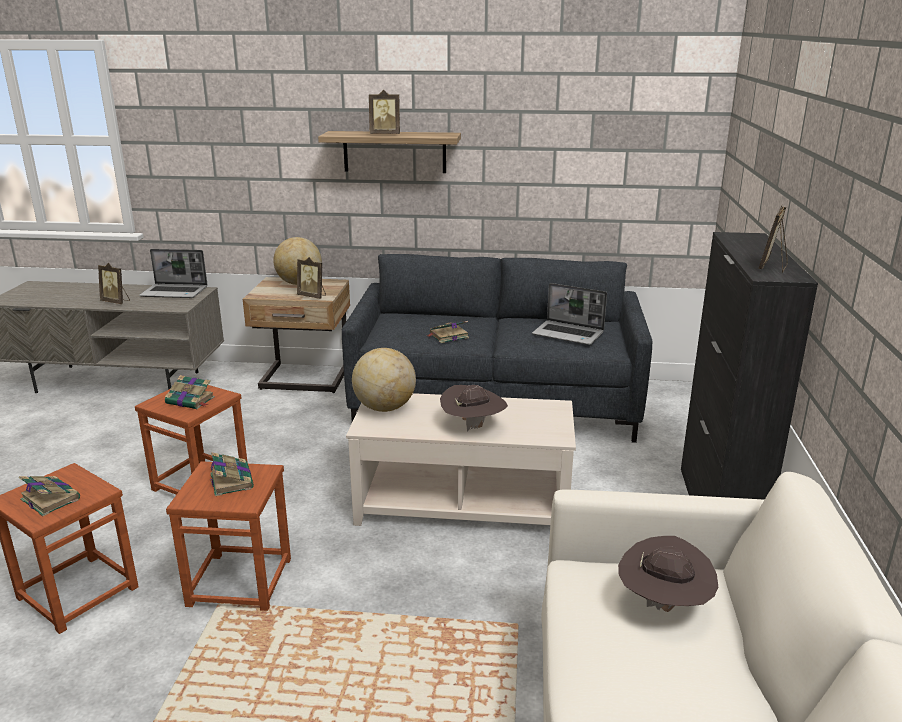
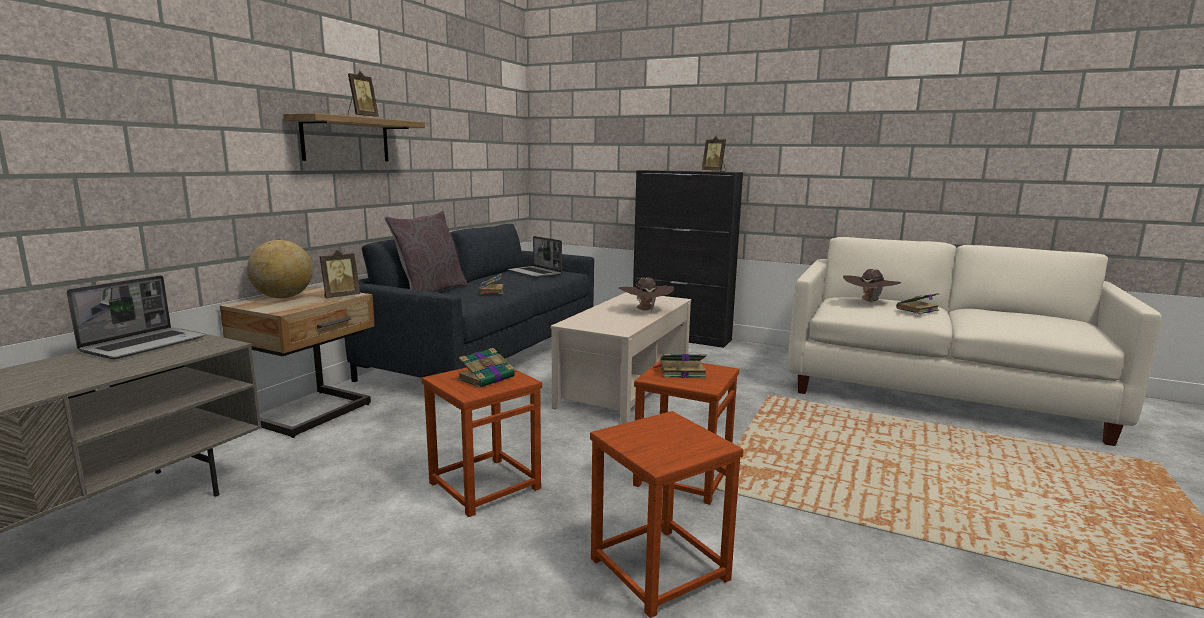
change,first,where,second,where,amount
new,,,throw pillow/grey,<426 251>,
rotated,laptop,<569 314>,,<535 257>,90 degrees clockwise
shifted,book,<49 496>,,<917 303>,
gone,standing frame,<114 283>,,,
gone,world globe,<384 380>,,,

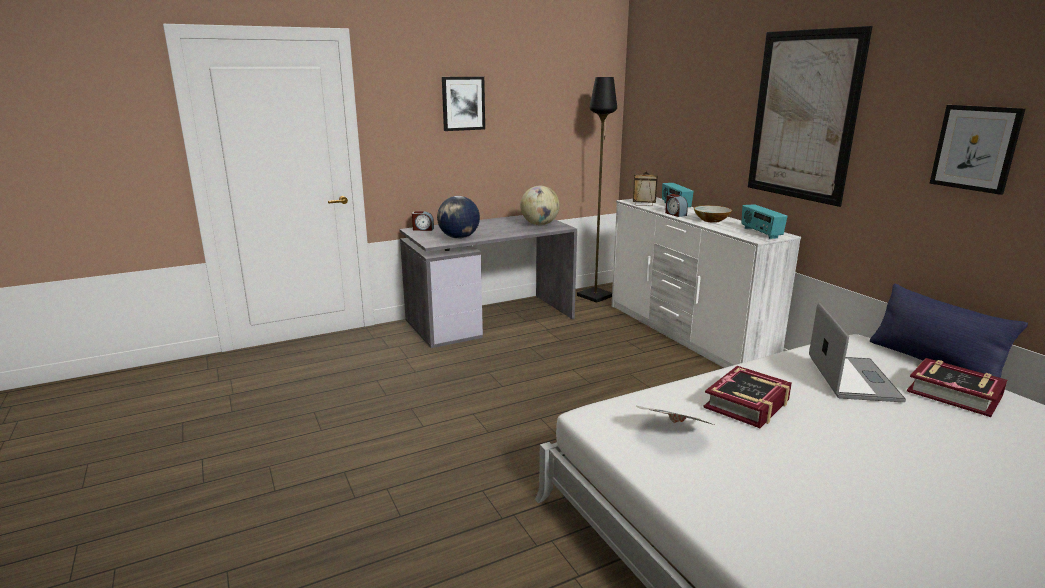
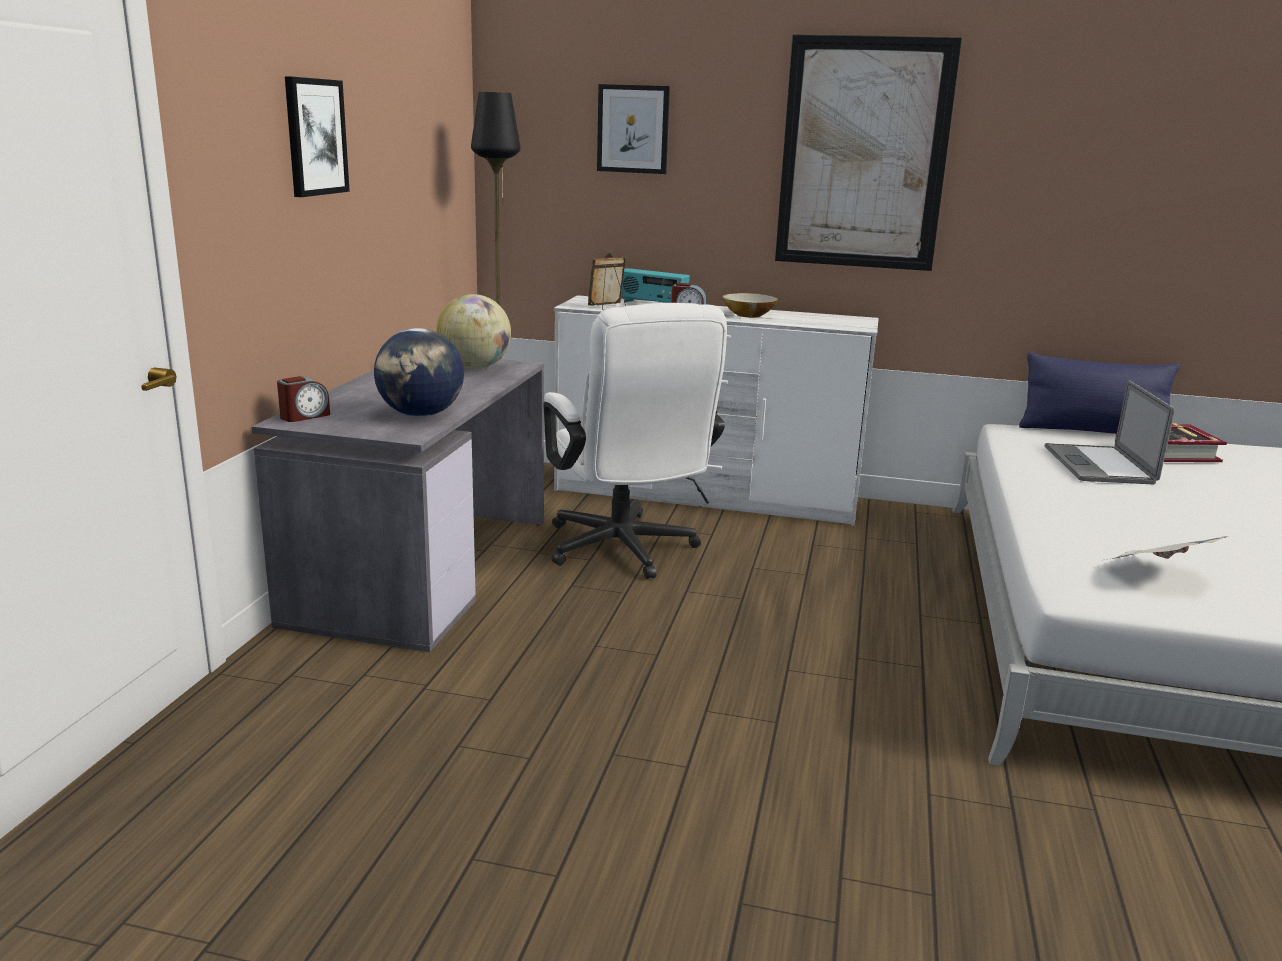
change,first,where,second,where,amount
new,,,desk chair/white-coloured,<635 441>,
shifted,wall art,<977 150>,,<633 129>,
rotated,laptop,<857 352>,,<1110 432>,135 degrees counterclockwise
gone,book,<747 397>,,,
gone,radio set,<764 221>,,,

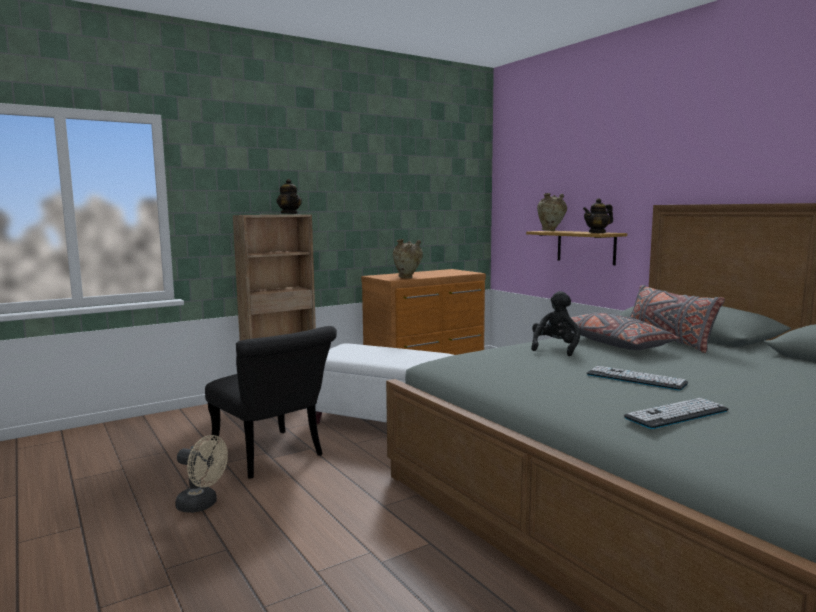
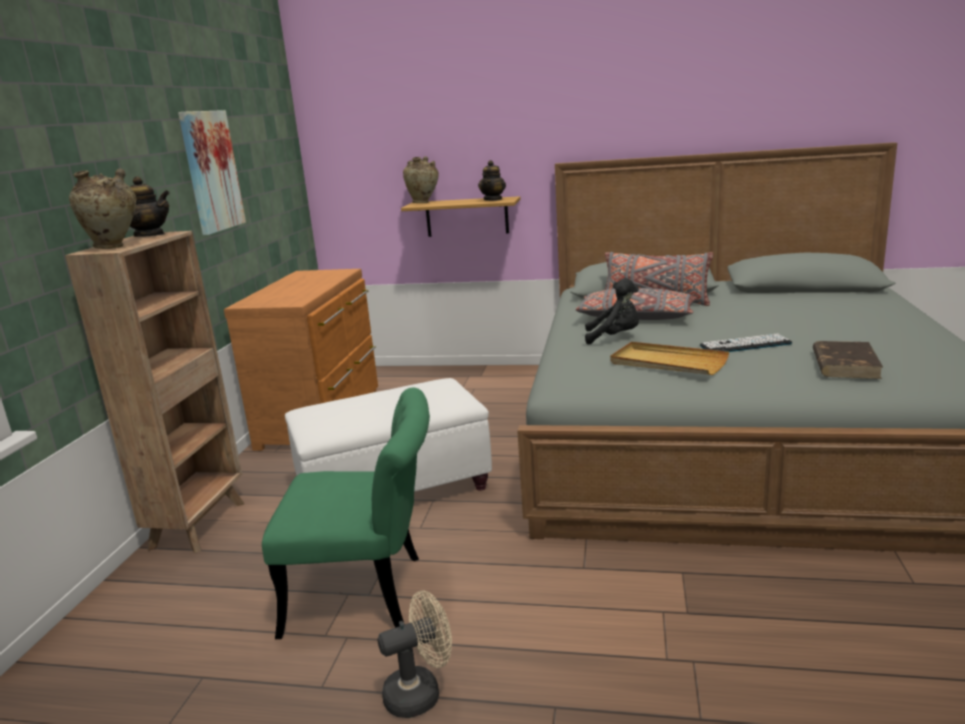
change,first,where,second,where,amount
shifted,vase/beige-coloured,<408 258>,,<103 208>,
new,,,wall art,<212 172>,
repainted,upright chair/blackish,<271 402>,upright chair/green,<346 513>,
rotated,plush toy/blackish,<556 323>,,<612 311>,120 degrees clockwise
new,,,serving tray/beige-coloured,<669 358>,
swapped,PC keyboard,<676 413>,book/brownish,<848 360>,

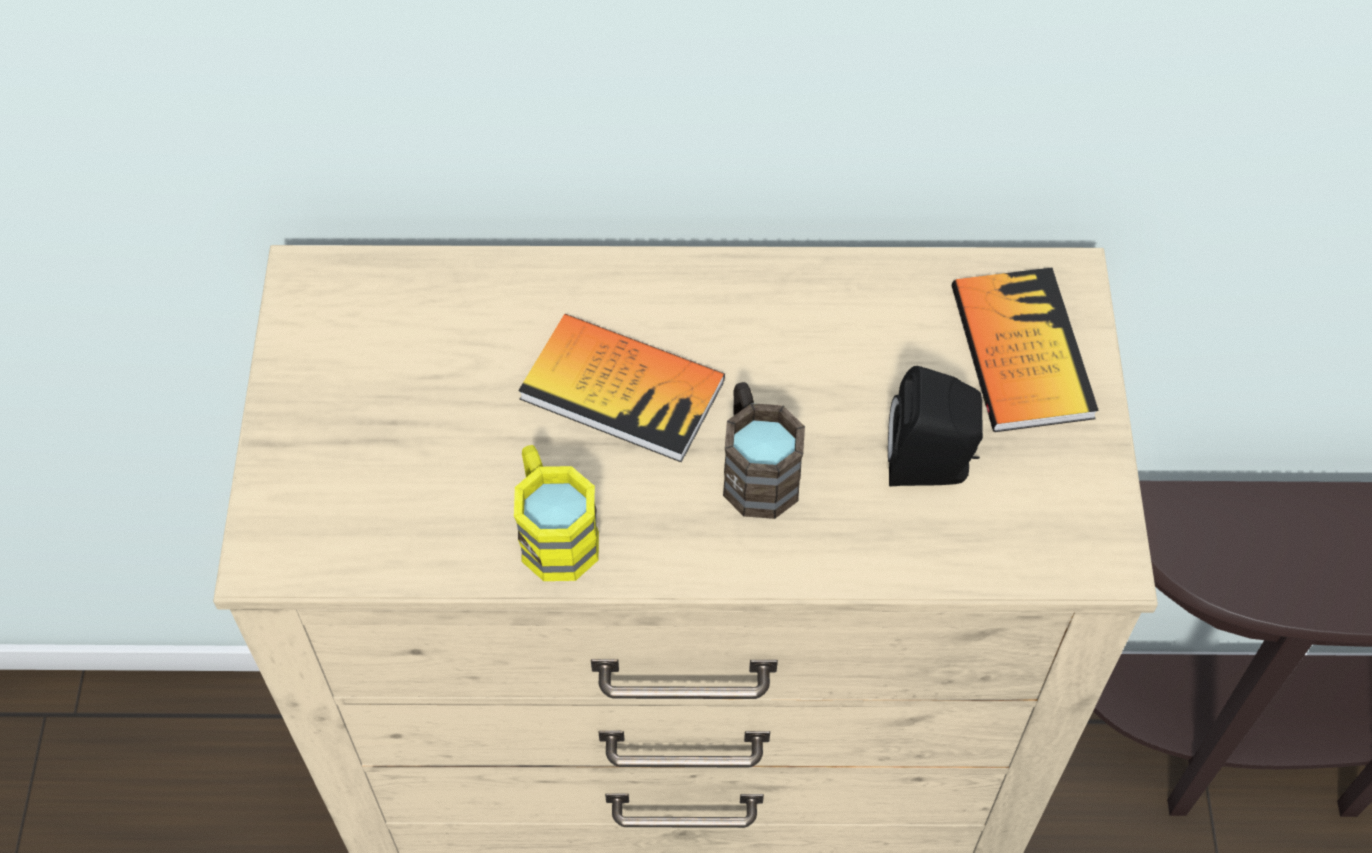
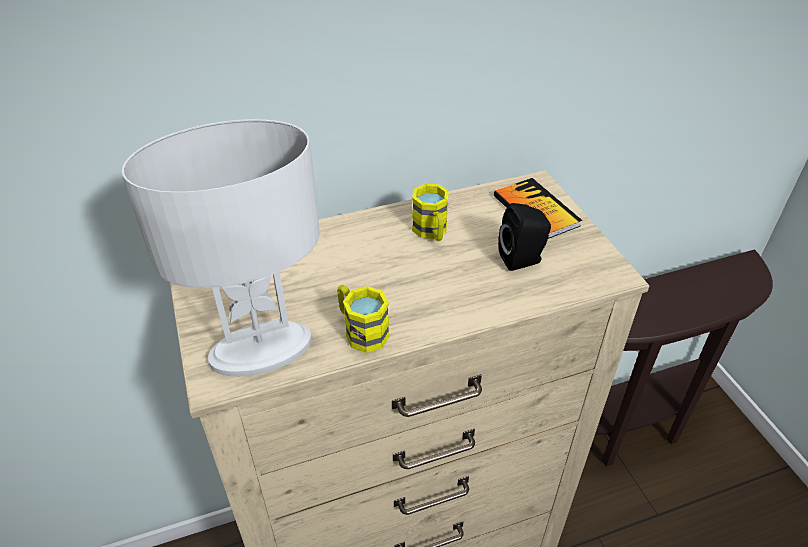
change,first,where,second,where,amount
new,,,lamp for a table/white-coloured,<220 248>,
new,,,mug/yellow-coloured,<430 212>,
gone,book,<621 388>,,,
gone,mug/brownish,<764 450>,,,

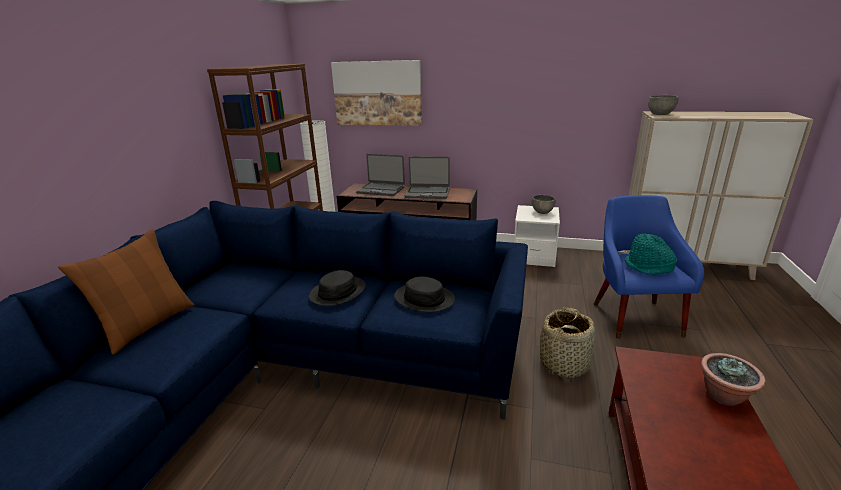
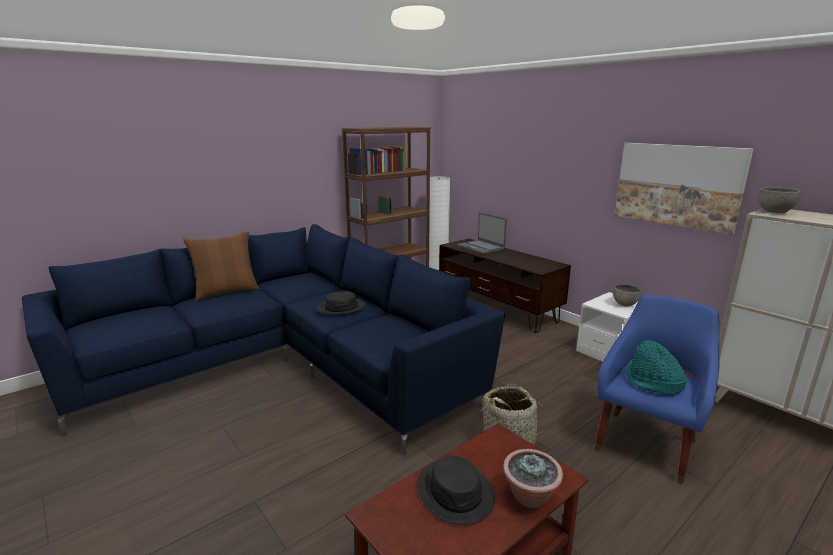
change,first,where,second,where,amount
shifted,hat/blackish,<424 294>,,<456 490>,
shifted,wall art,<376 93>,,<684 189>,
gone,laptop,<427 178>,,,

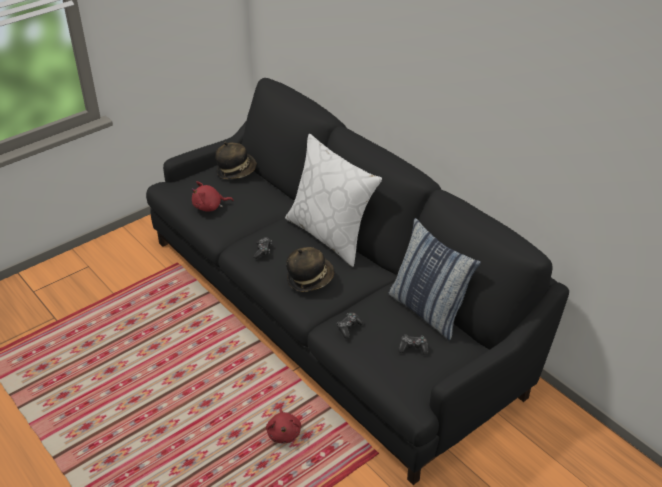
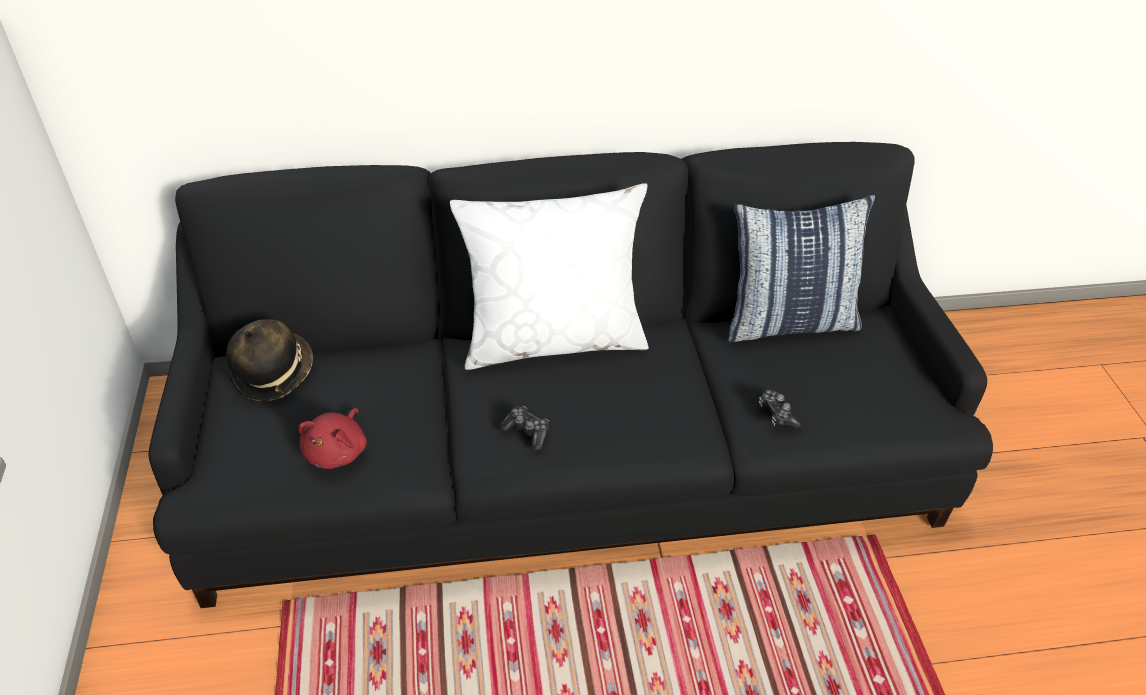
change,first,where,second,where,amount
gone,plush toy/reddish,<283 426>,,,
gone,hat,<310 269>,,,
gone,joypad,<413 345>,,,

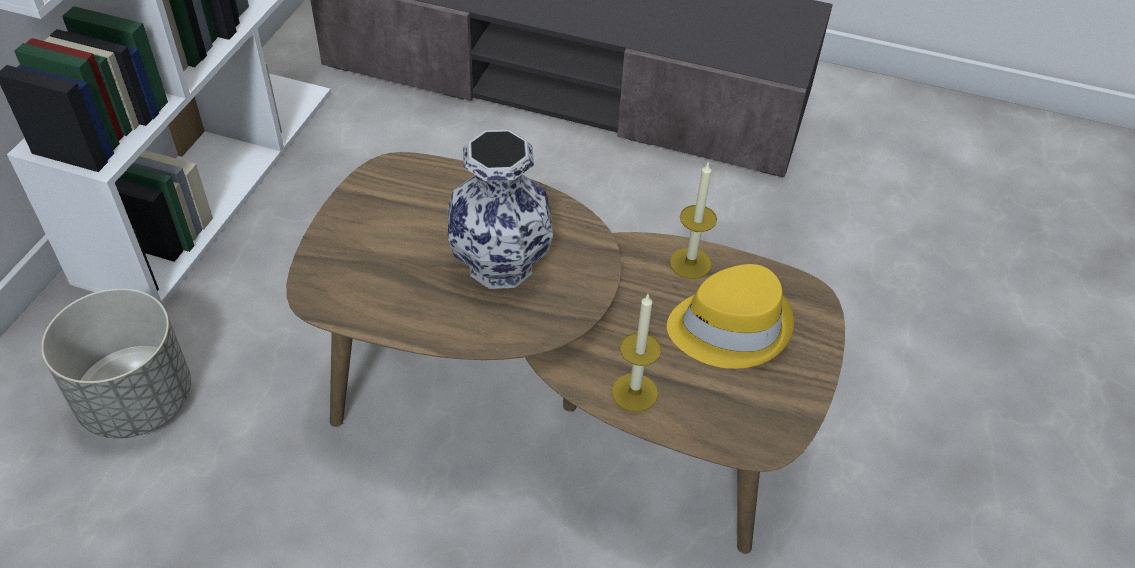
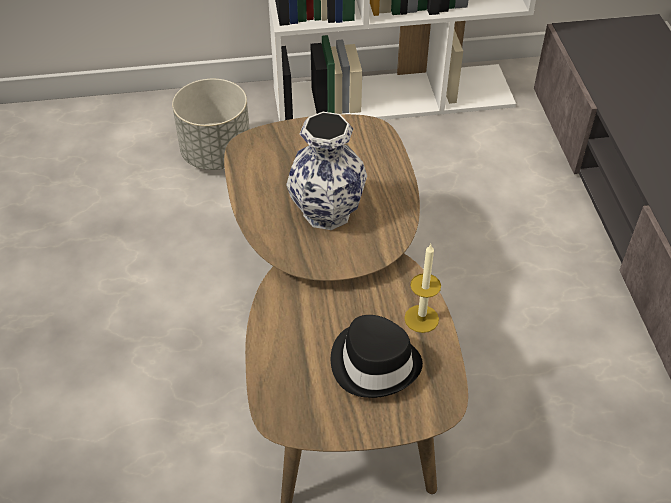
change,first,where,second,where,amount
repainted,hat/yellow-coloured,<730 316>,hat/blackish,<377 356>,
gone,candle,<636 353>,,,

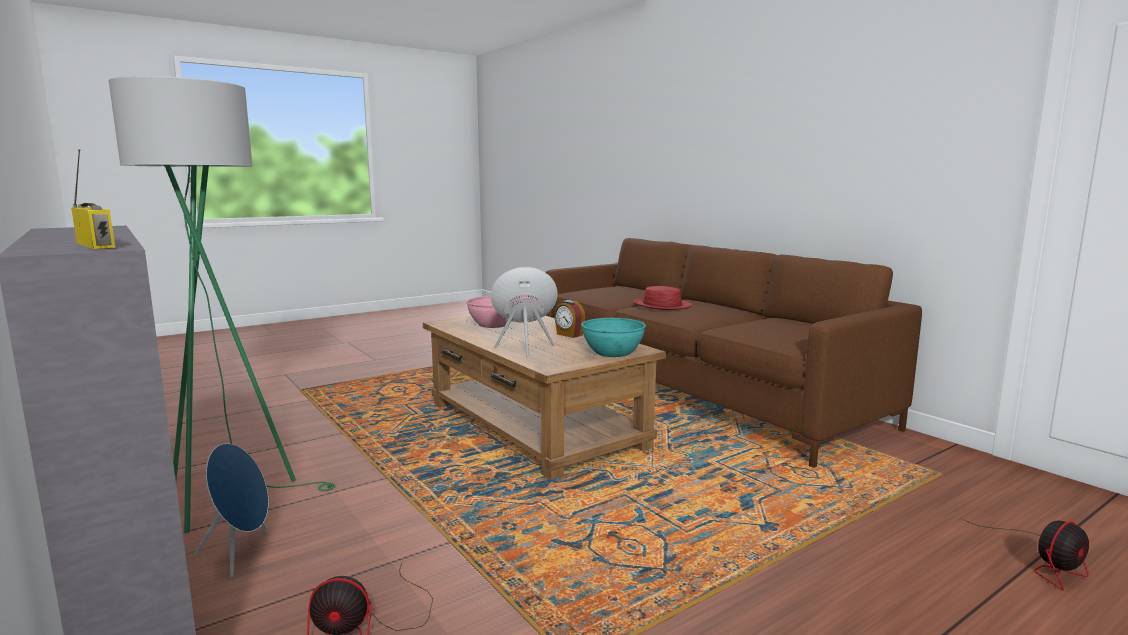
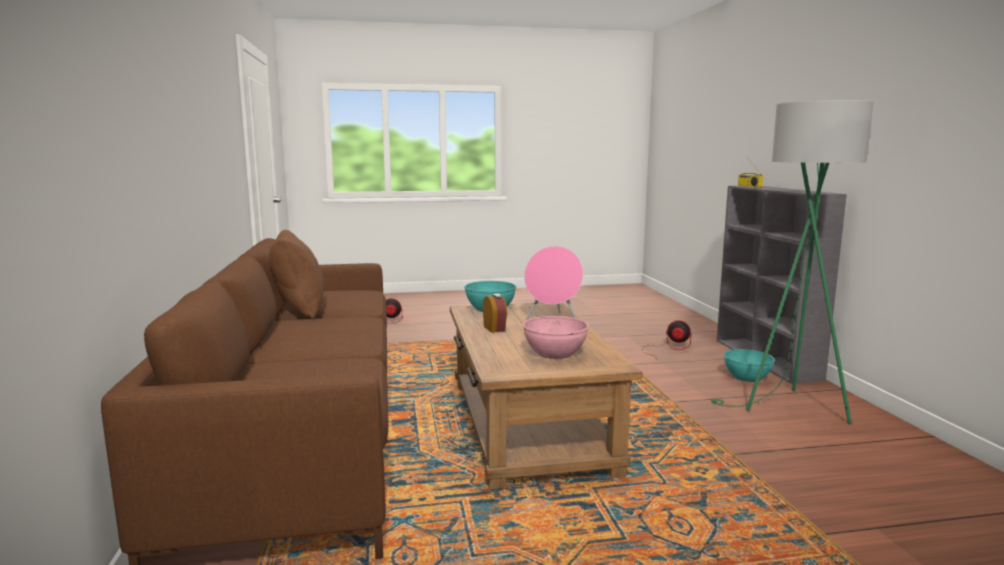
change,first,where,second,where,amount
new,,,throw pillow/brownish,<296 274>,
swapped,audio speaker/blue,<231 510>,deep dish/turquoise-coloured,<749 365>,
gone,hat/reddish,<663 298>,,,

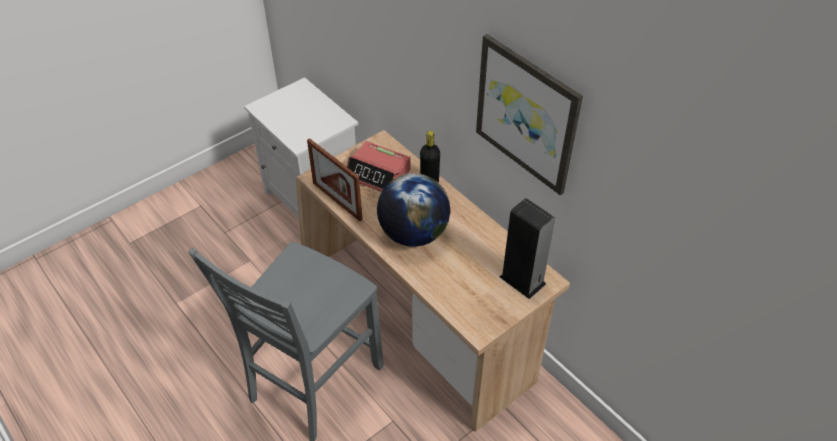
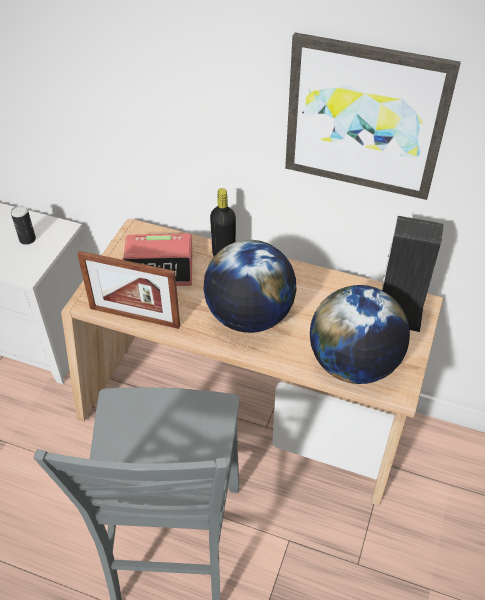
change,first,where,second,where,amount
new,,,can,<23 225>,
new,,,world globe,<360 334>,

